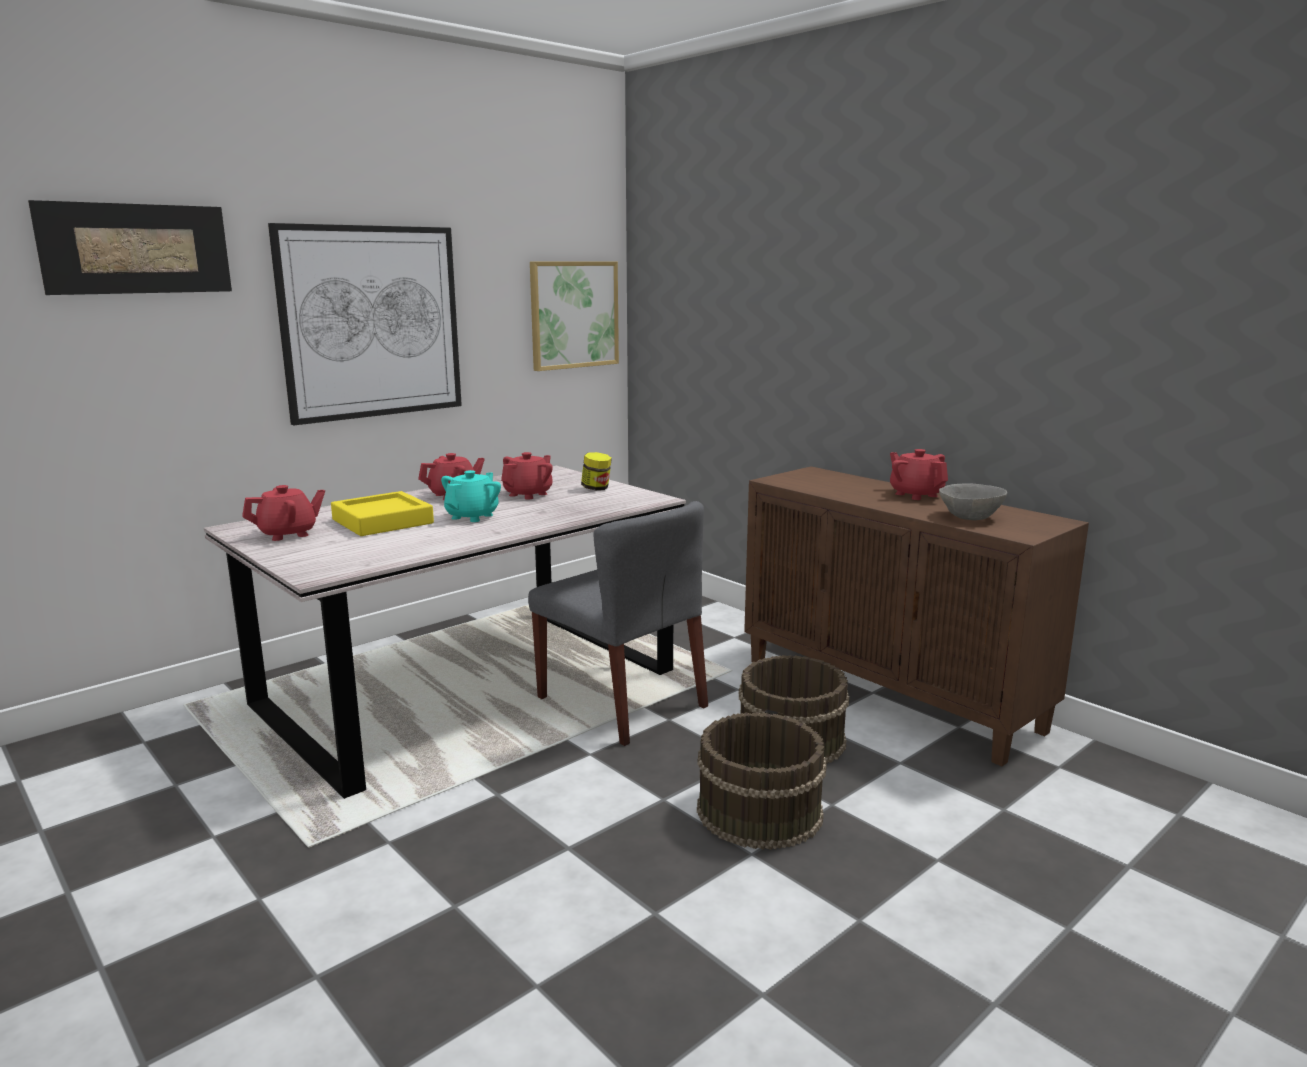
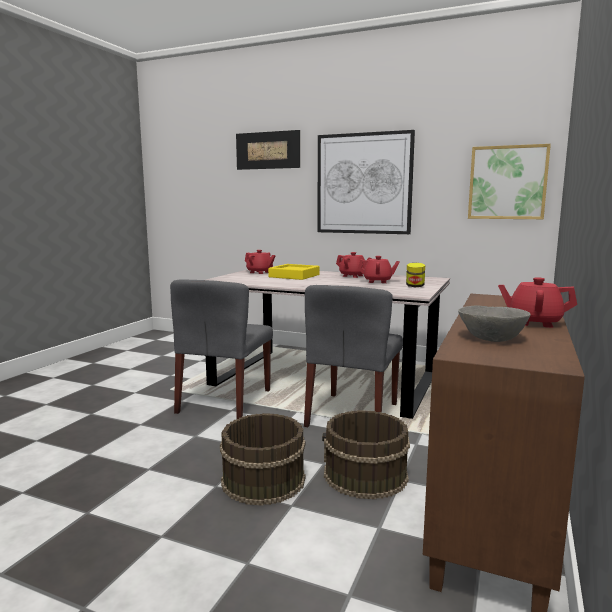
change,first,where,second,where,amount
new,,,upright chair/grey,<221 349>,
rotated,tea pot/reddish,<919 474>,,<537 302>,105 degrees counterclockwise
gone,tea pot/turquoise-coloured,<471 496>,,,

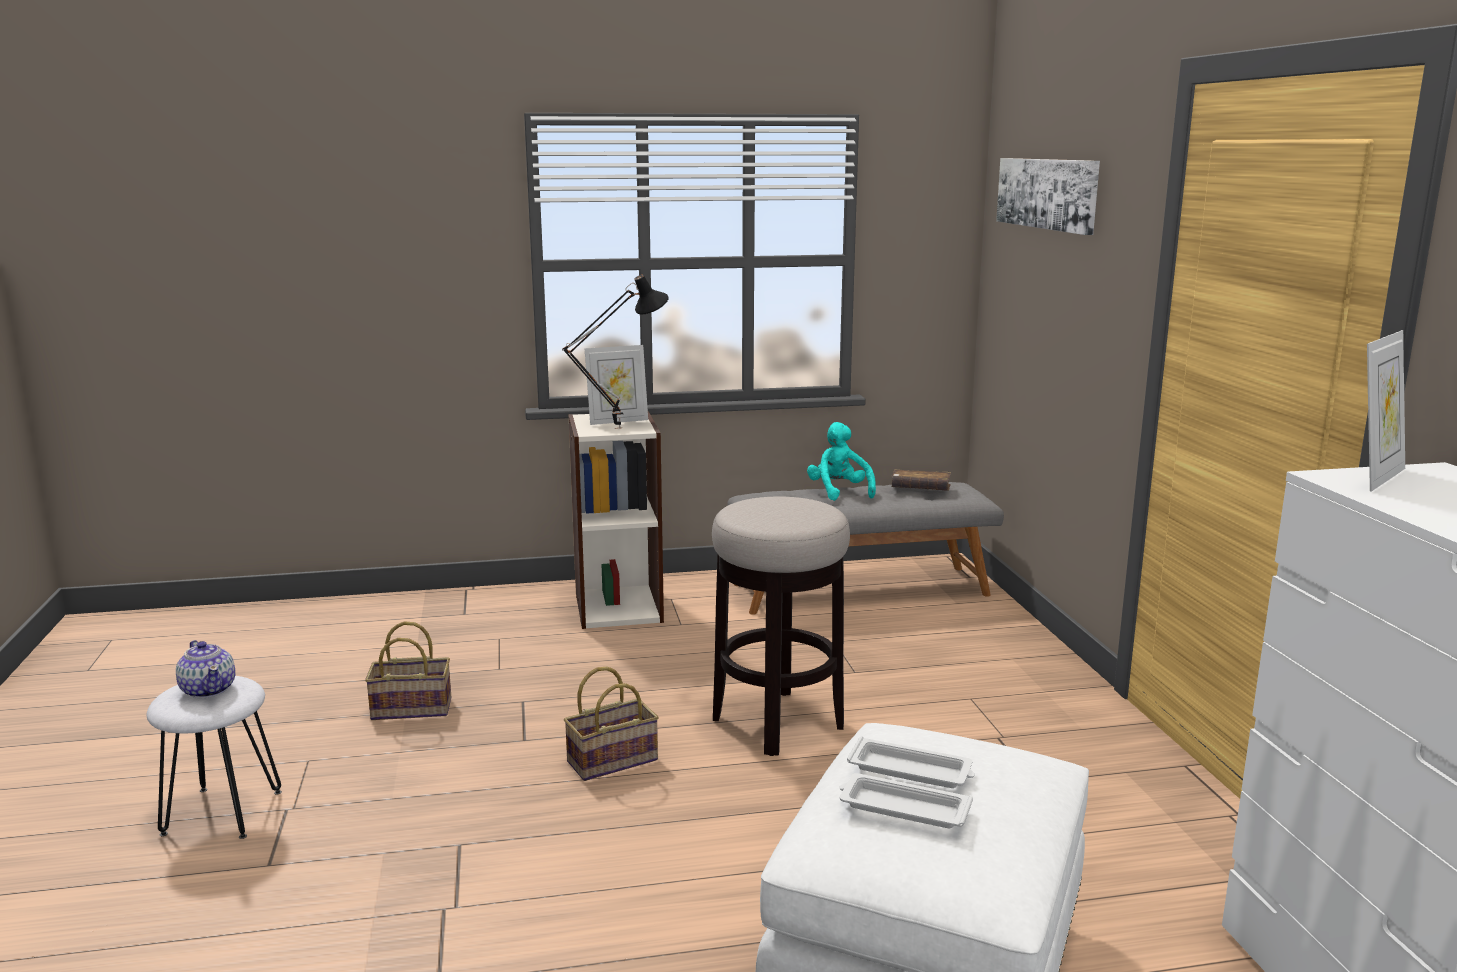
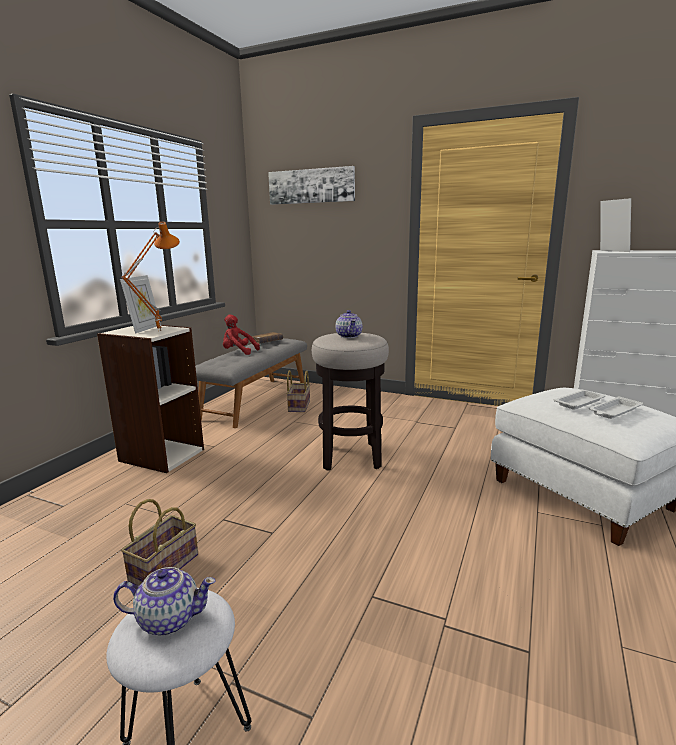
change,first,where,second,where,amount
repainted,lamp for a table/blackish,<615 352>,lamp for a table/orangey,<150 276>,
repainted,plush toy/turquoise-coloured,<841 461>,plush toy/reddish,<241 334>,
shifted,basket,<611 724>,,<298 391>,
new,,,tea pot,<349 324>,

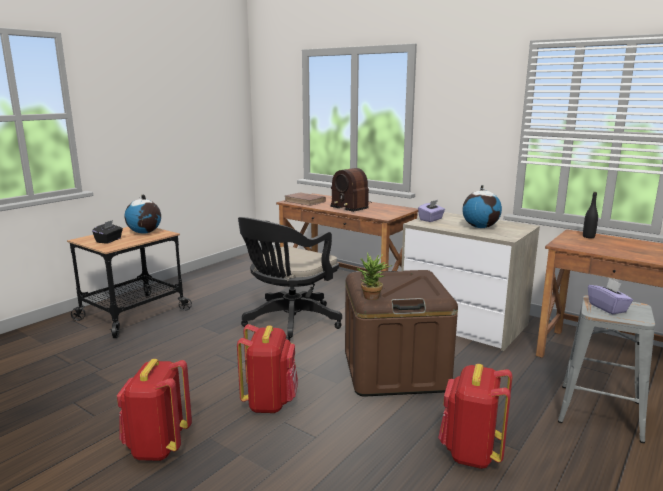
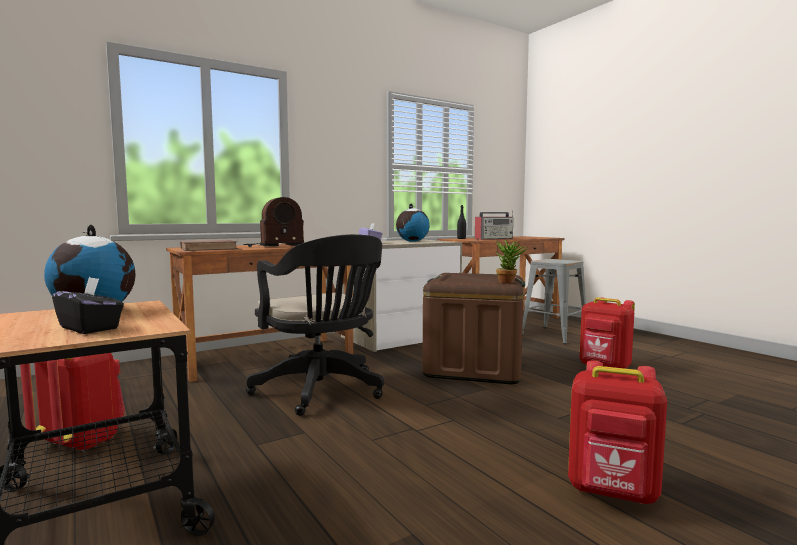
change,first,where,second,where,amount
shifted,rucksack/reddish,<267 368>,,<72 402>,
new,,,radio set,<494 225>,
gone,box of tissues/purplish,<610 296>,,,

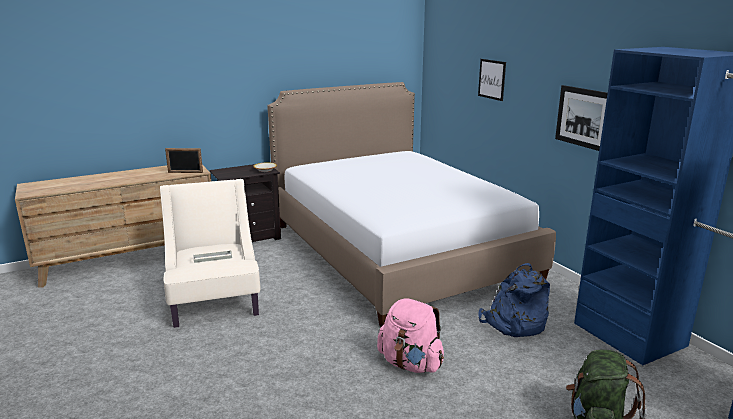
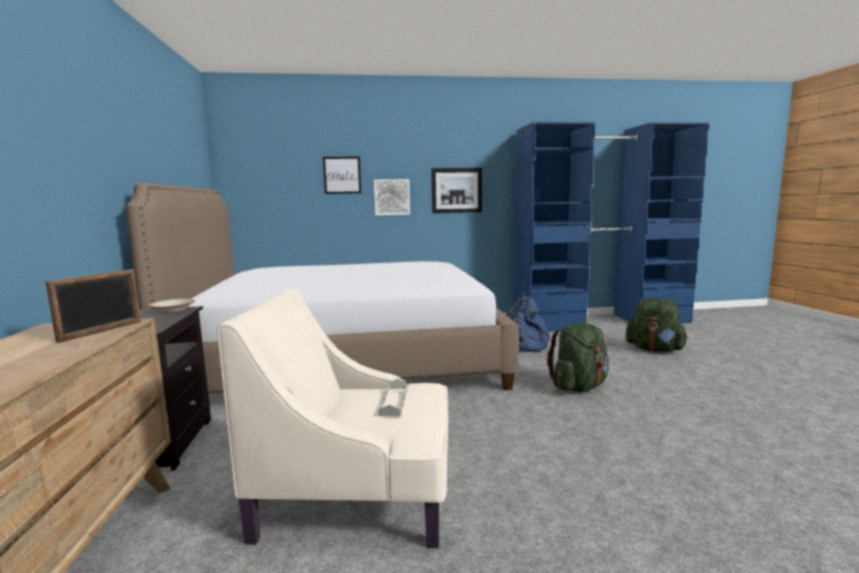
change,first,where,second,where,amount
new,,,wall art,<392 197>,
repainted,rucksack/pink-coloured,<410 335>,rucksack/green,<578 357>,

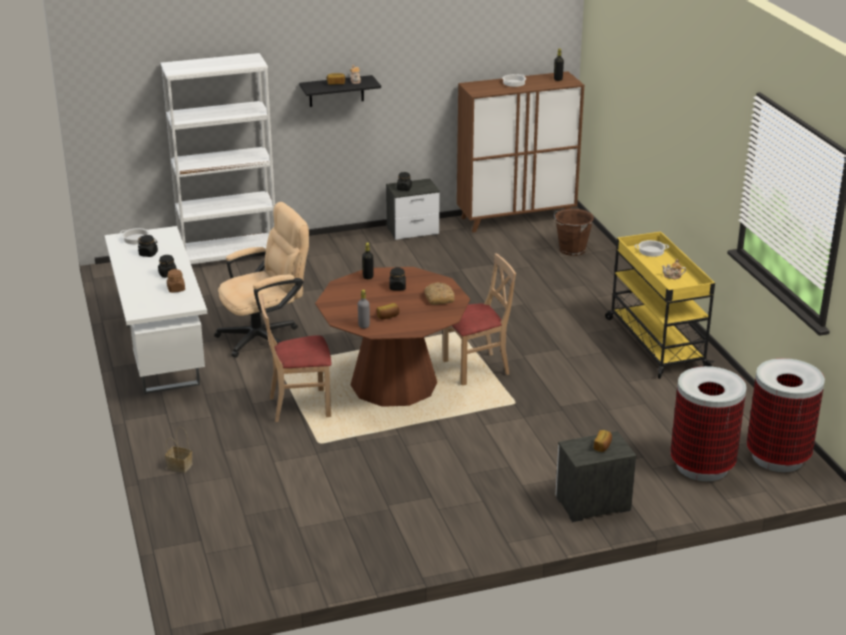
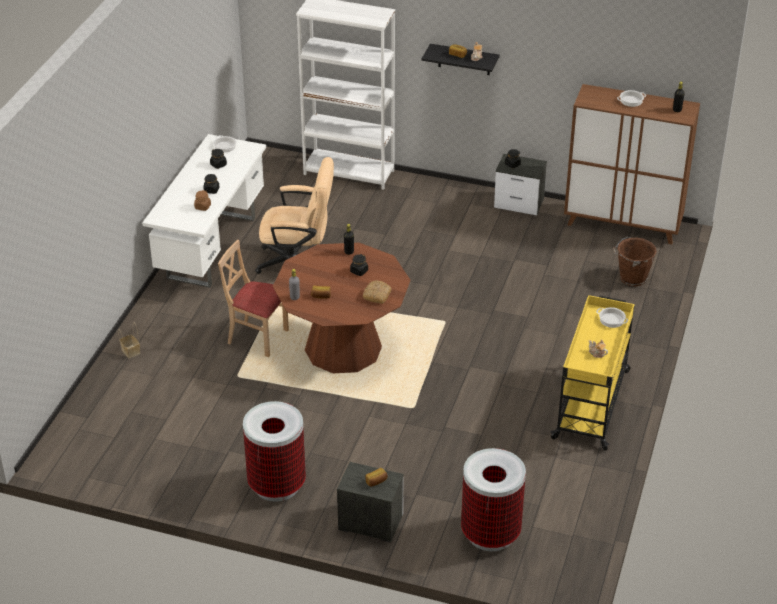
change,first,where,second,where,amount
shifted,trash can,<786 415>,,<274 451>,
gone,upright chair/beige-coloured,<479 319>,,,

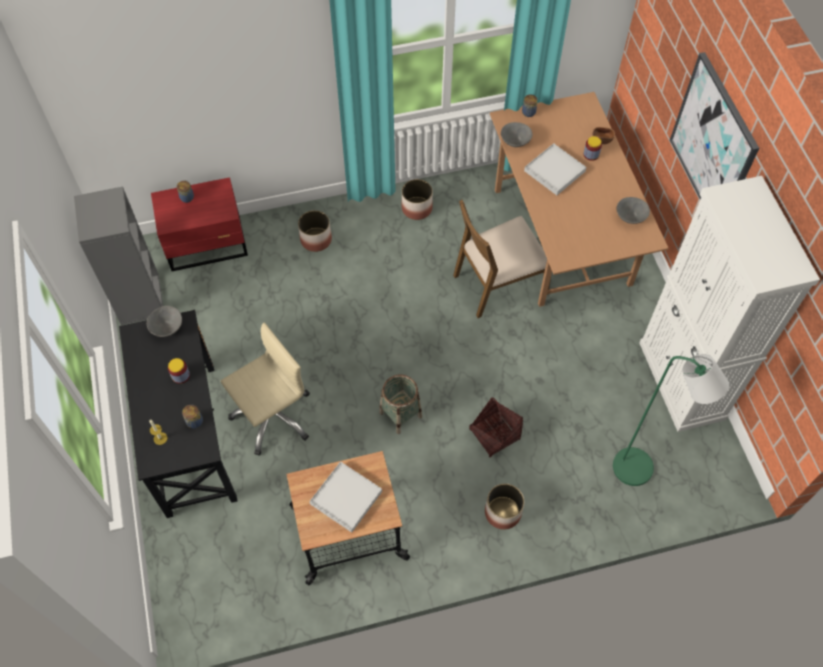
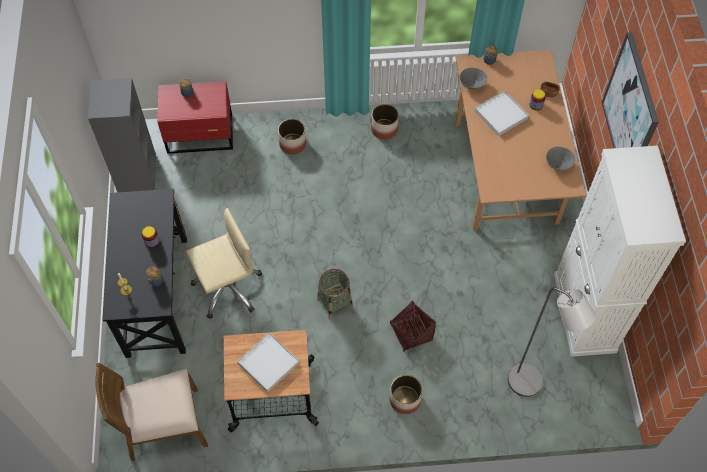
change,first,where,second,where,amount
shifted,upright chair/brownish,<502 259>,,<152 412>,
repainted,standard lamp/green,<671 420>,standard lamp/grey,<552 342>,
gone,deep dish/grey,<164 321>,,,

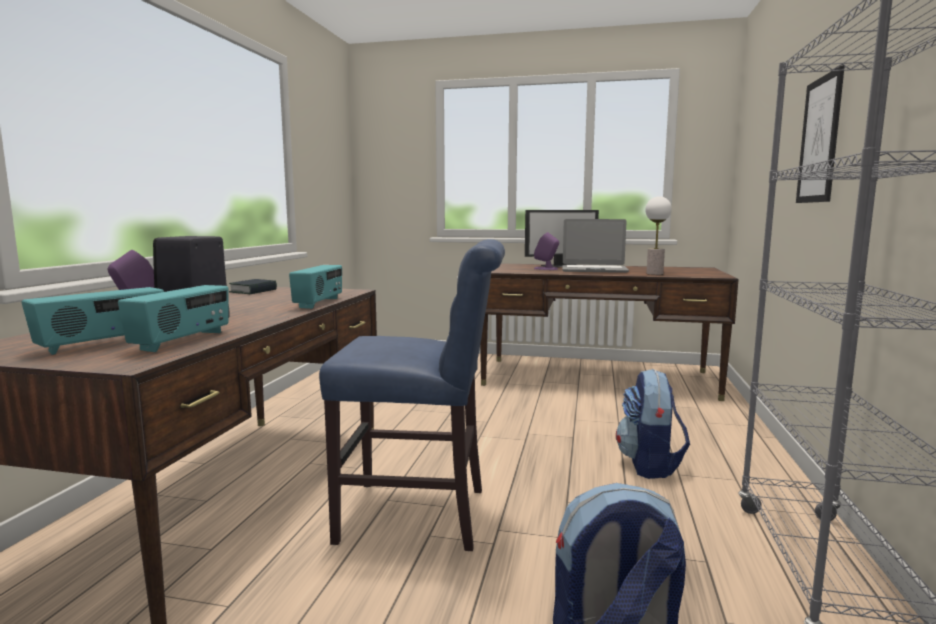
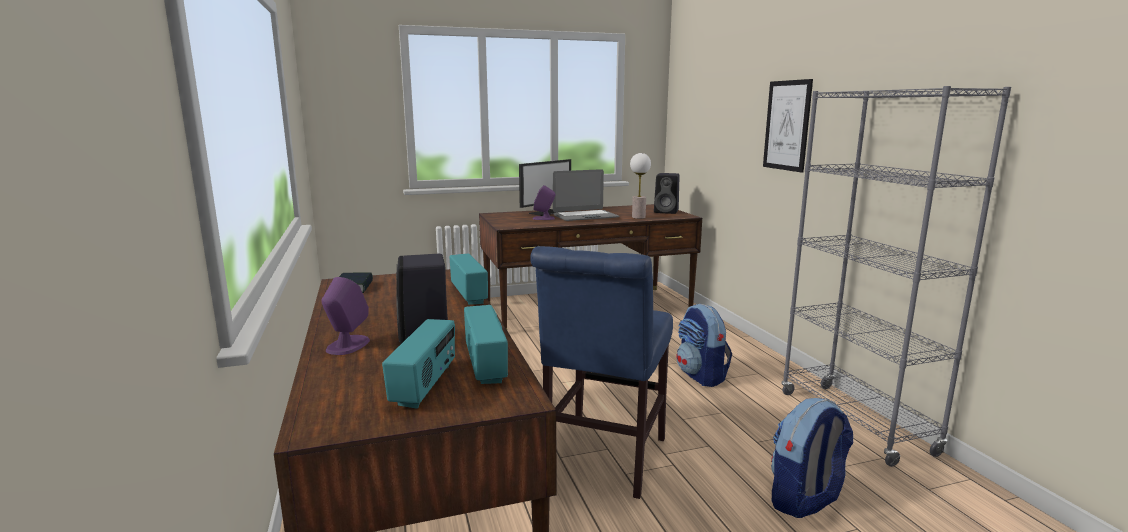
change,first,where,second,where,amount
rotated,upright chair/blue,<412 395>,,<601 372>,135 degrees clockwise
new,,,audio speaker/blackish,<666 193>,

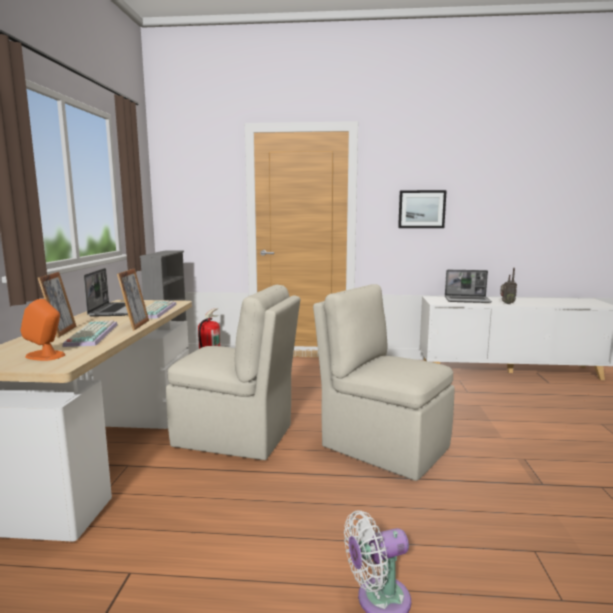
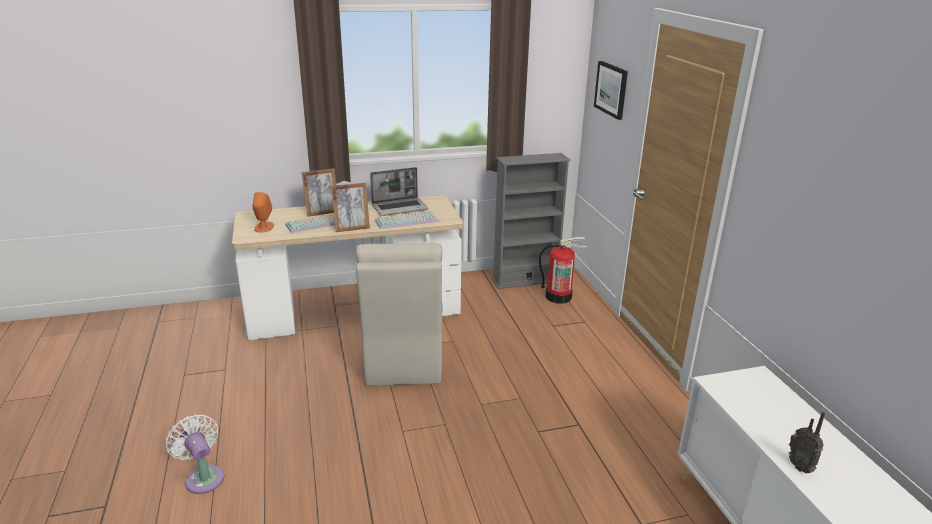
change,first,where,second,where,amount
shifted,wall art,<422 209>,,<611 90>,
gone,upright chair/beige-coloured,<384 382>,,,
gone,laptop,<468 286>,,,

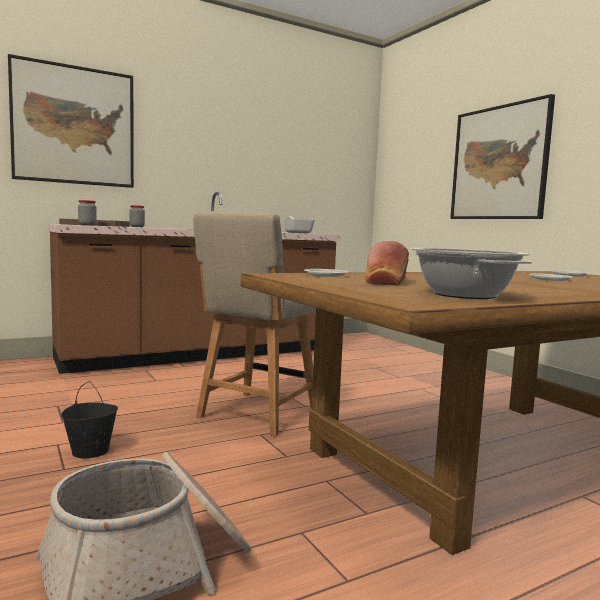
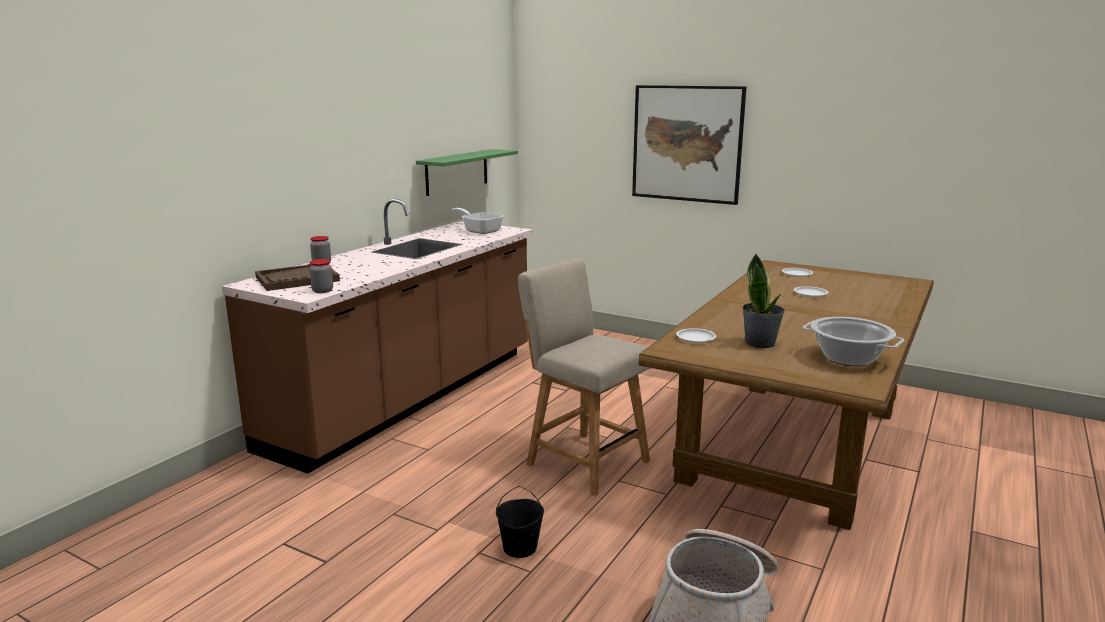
change,first,where,second,where,amount
new,,,wall shelf/green,<467 172>,
rotated,upright chair/beige-coloured,<254 324>,,<584 377>,135 degrees clockwise
swapped,baked bread,<387 263>,houseplant,<764 300>,
gone,wall art,<71 121>,,,

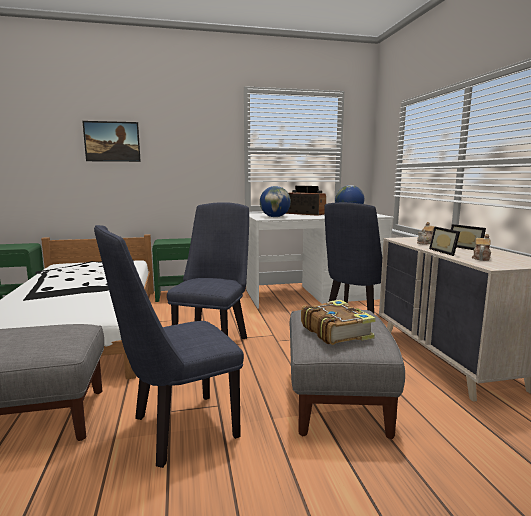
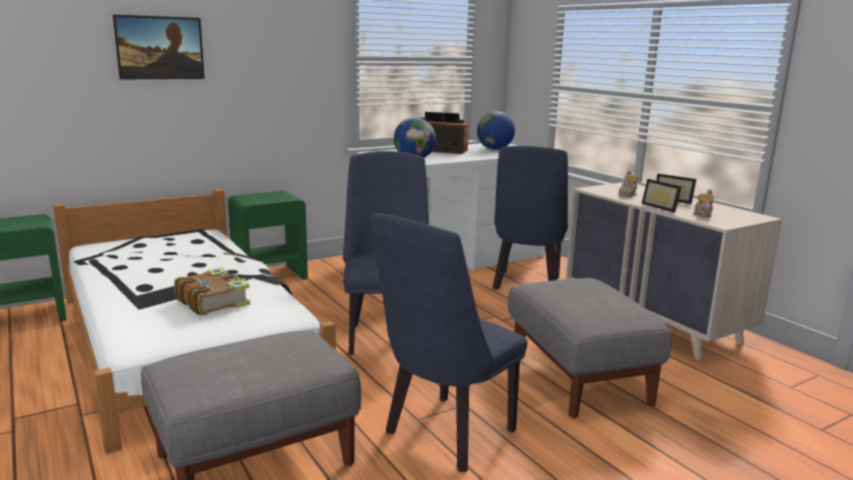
change,first,where,second,where,amount
shifted,book,<338 322>,,<212 291>,

